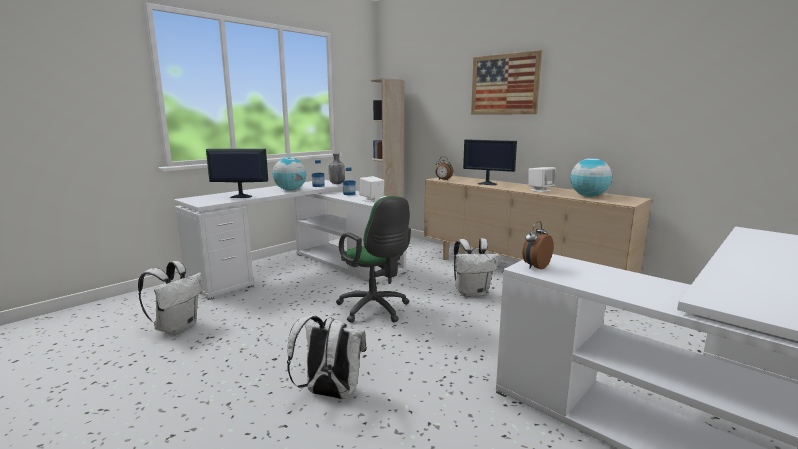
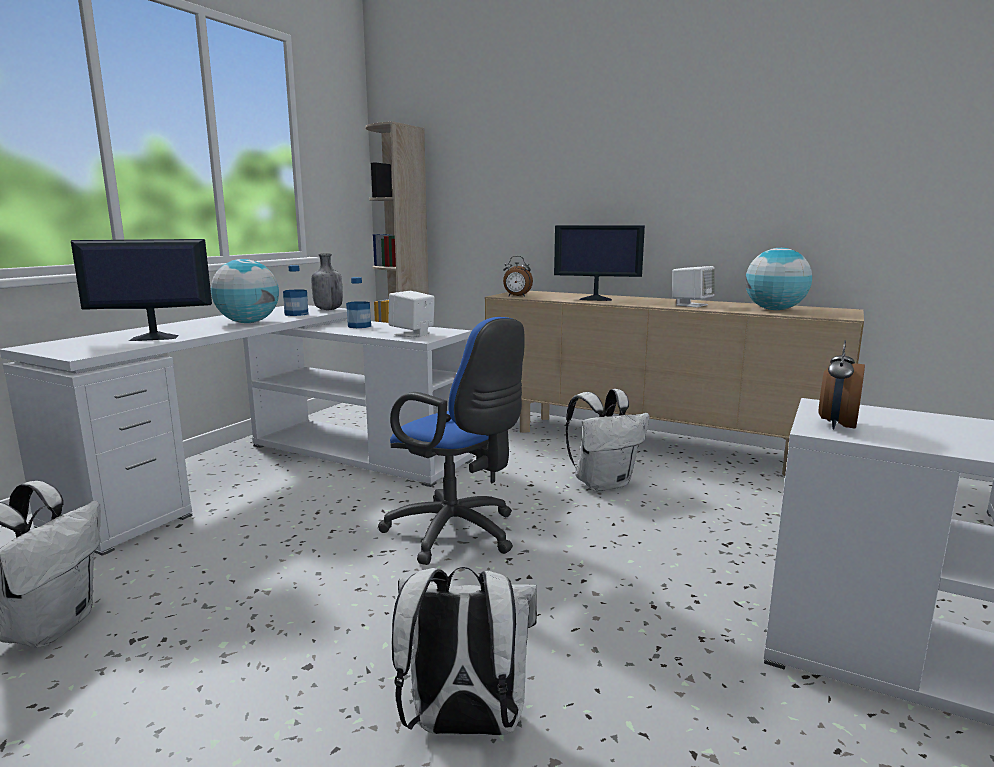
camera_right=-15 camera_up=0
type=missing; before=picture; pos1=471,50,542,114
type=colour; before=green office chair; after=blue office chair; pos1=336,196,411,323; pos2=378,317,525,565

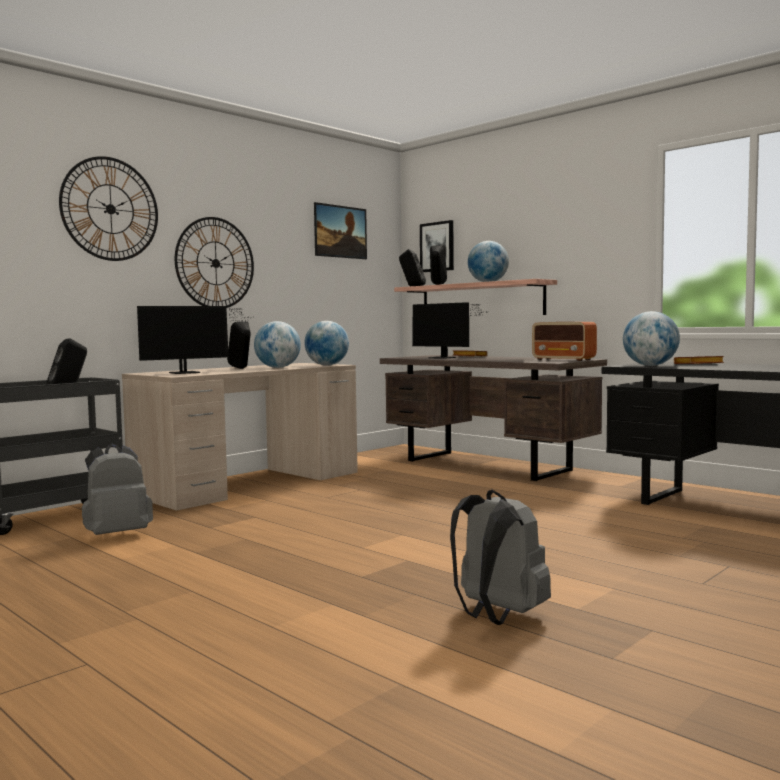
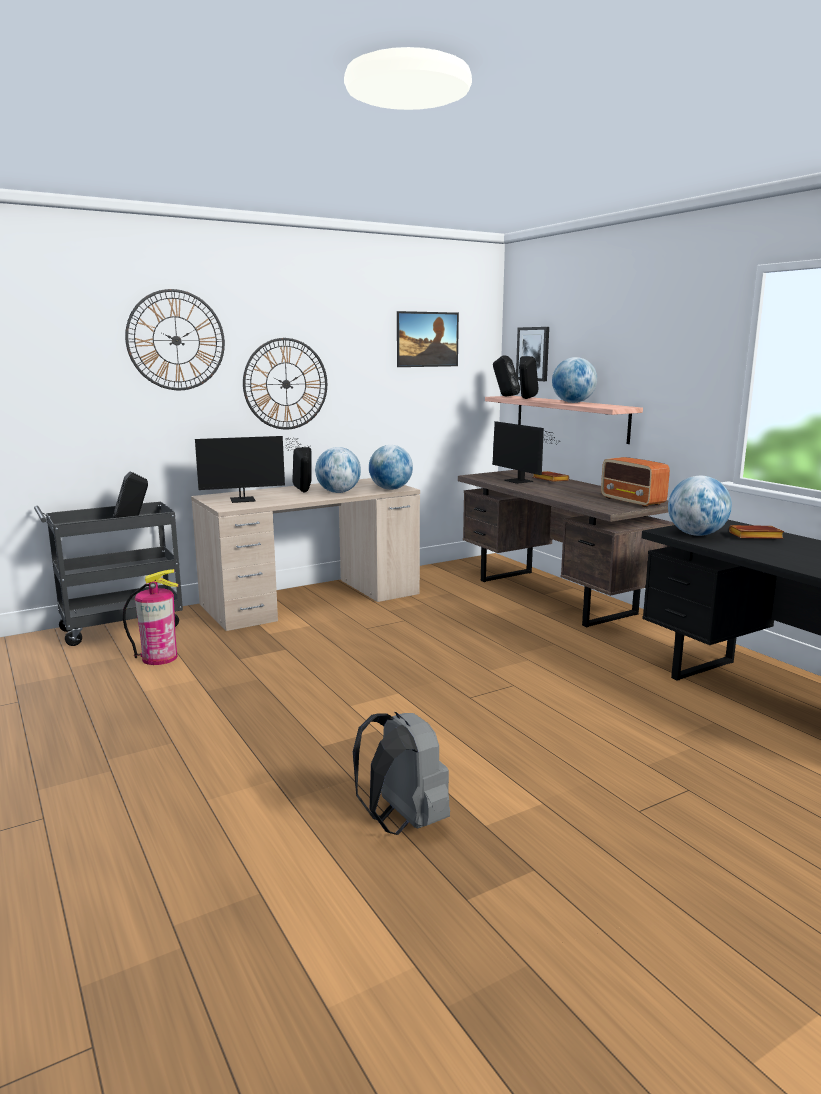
camera_right=15 camera_up=10
type=exchanged; before=grey backpack; after=fire extinguisher; pos1=82,444,153,535; pos2=123,569,178,665

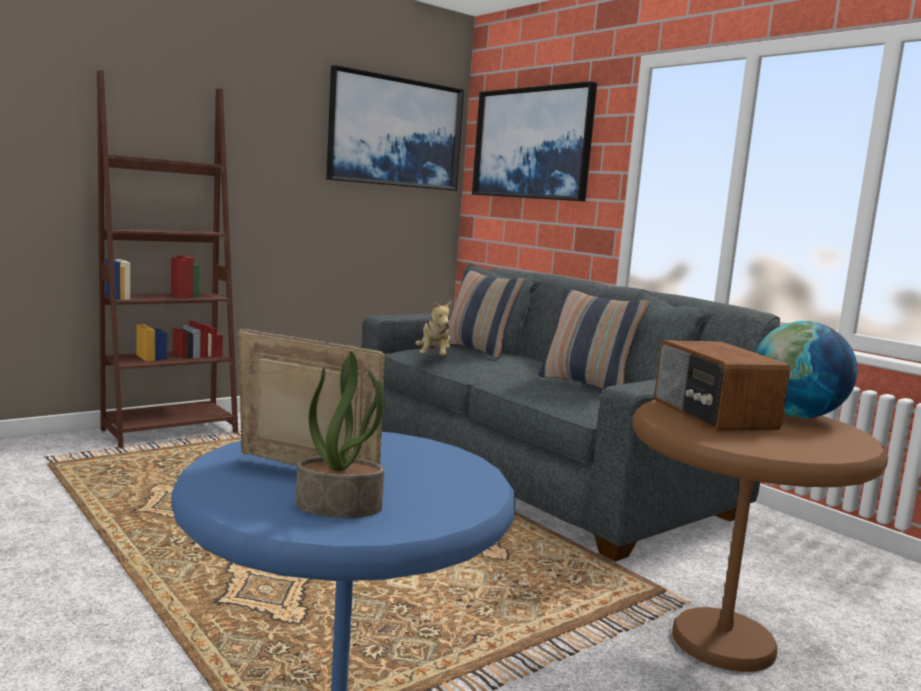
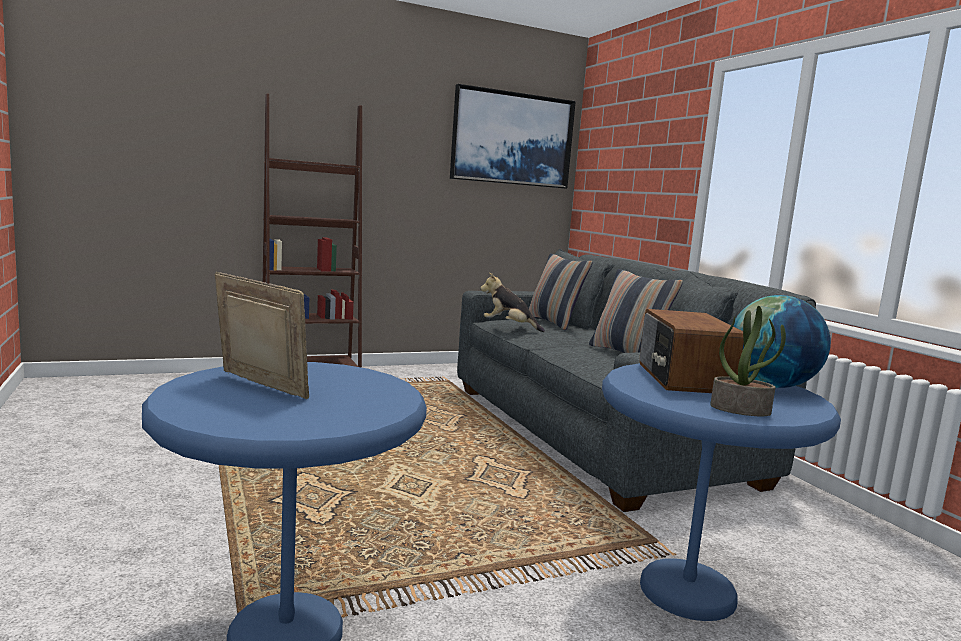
camera_right=15 camera_up=0
type=missing; before=picture; pos1=472,81,597,201
type=spun; before=plush toy; pos1=415,301,451,356; pos2=480,273,545,332; turn=105
type=relocated; before=potted plant; pos1=296,351,385,518; pos2=710,306,786,416
type=colour; before=brown side table; after=blue side table; pos1=632,400,888,672; pos2=602,363,841,621

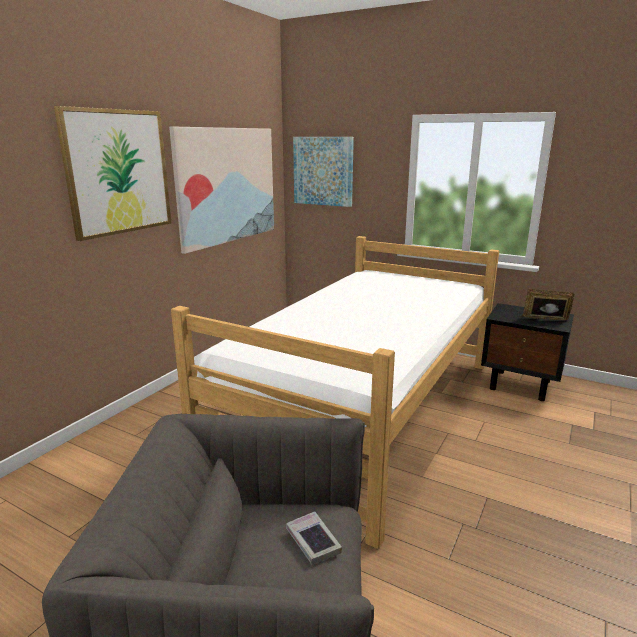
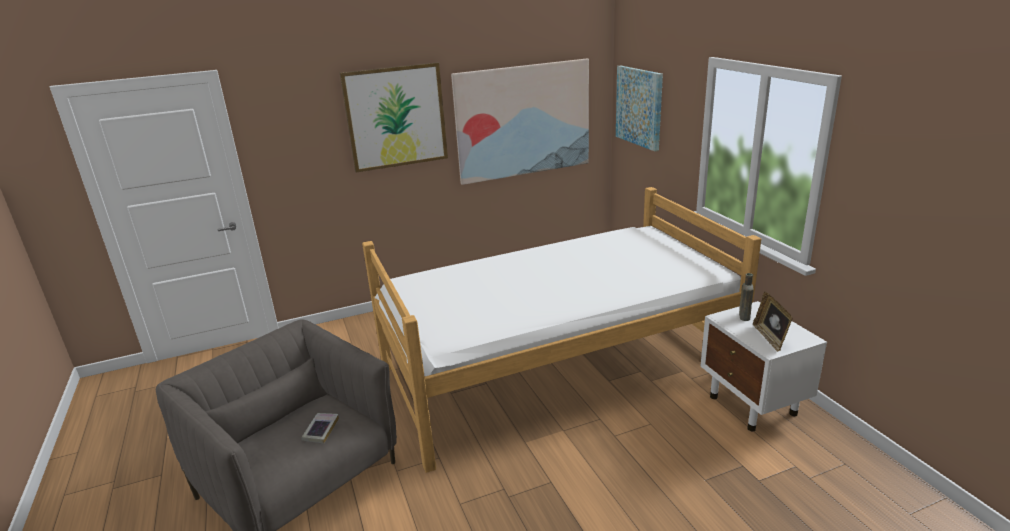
camera_right=40 camera_up=5
type=spun; before=picture frame; pos1=523,289,575,320; pos2=753,292,793,352; turn=-150
type=colour; before=black nightstand; after=white nightstand; pos1=481,303,574,401; pos2=701,301,827,432
type=appeared; after=brown bottle; pos2=739,273,754,321

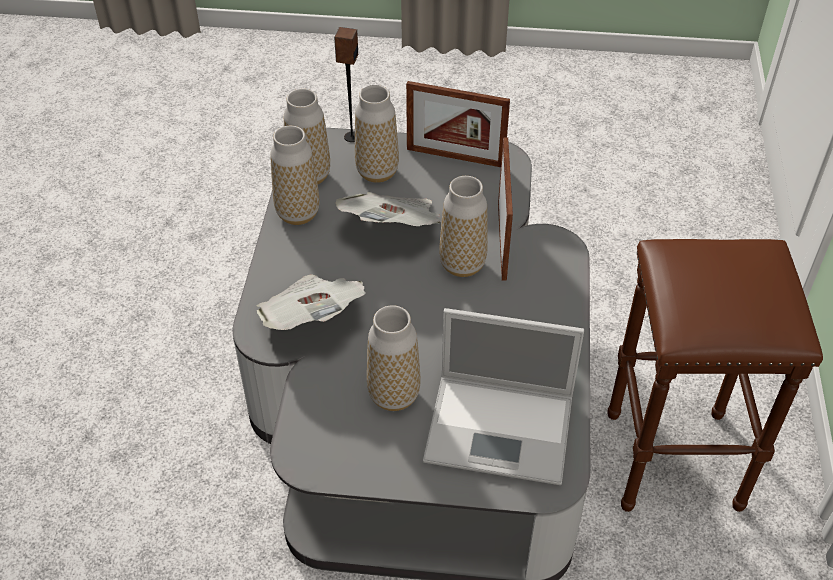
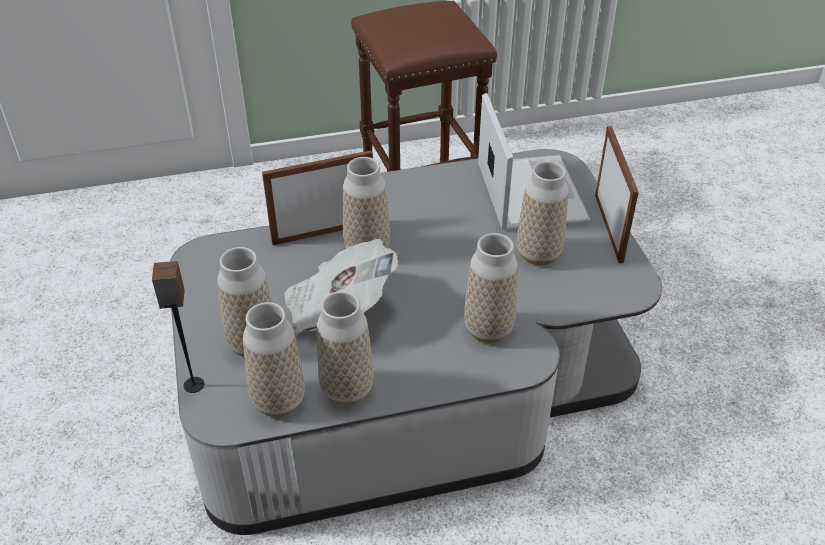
camera_right=-110 camera_up=-5
type=relocated; before=picture frame; pos1=406,81,510,167; pos2=595,126,639,263
type=exchanged; before=newspaper; after=vase; pos1=256,274,366,330; pos2=464,233,518,343

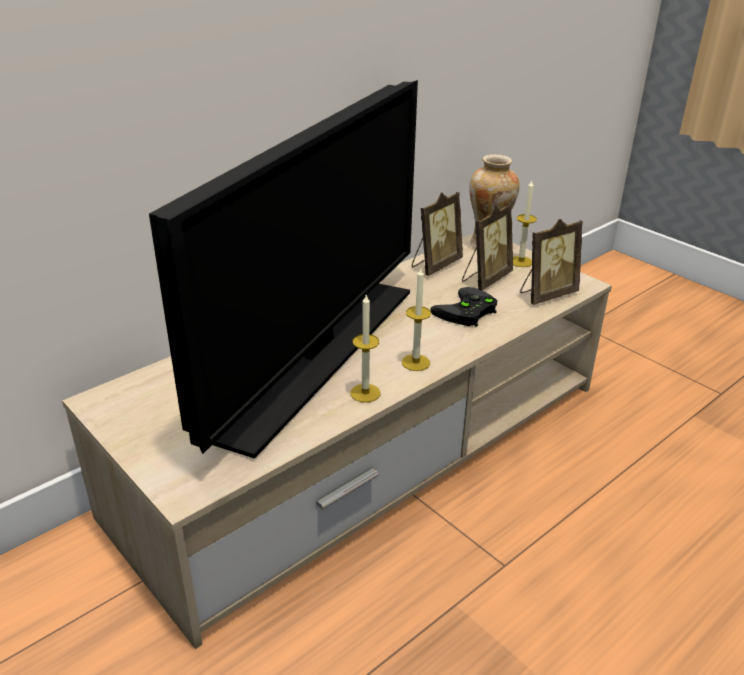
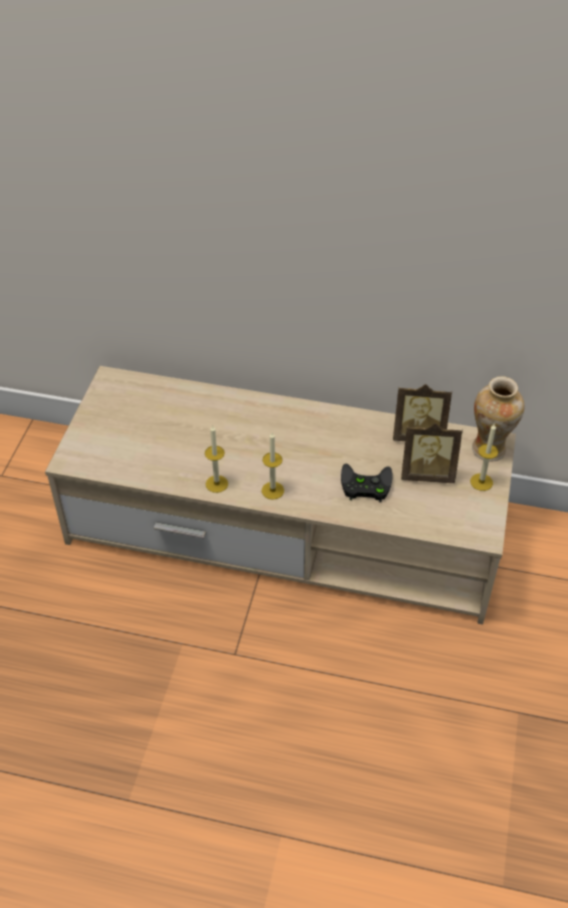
camera_right=55 camera_up=15
type=missing; before=television; pos1=149,80,418,459
type=missing; before=picture frame; pos1=520,219,583,305

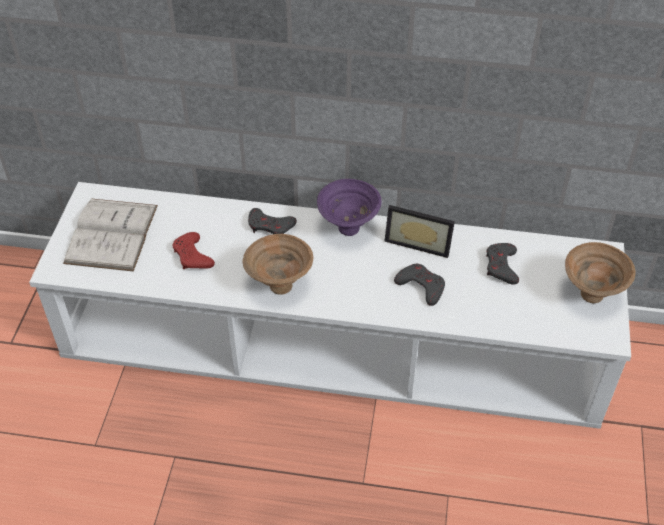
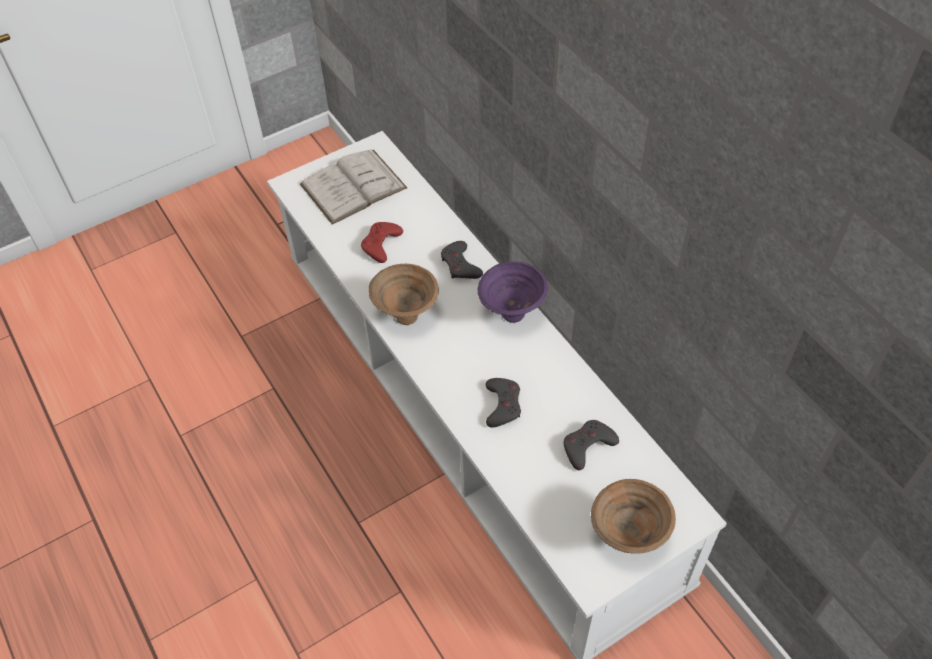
camera_right=50 camera_up=5
type=missing; before=picture frame; pos1=385,205,455,258

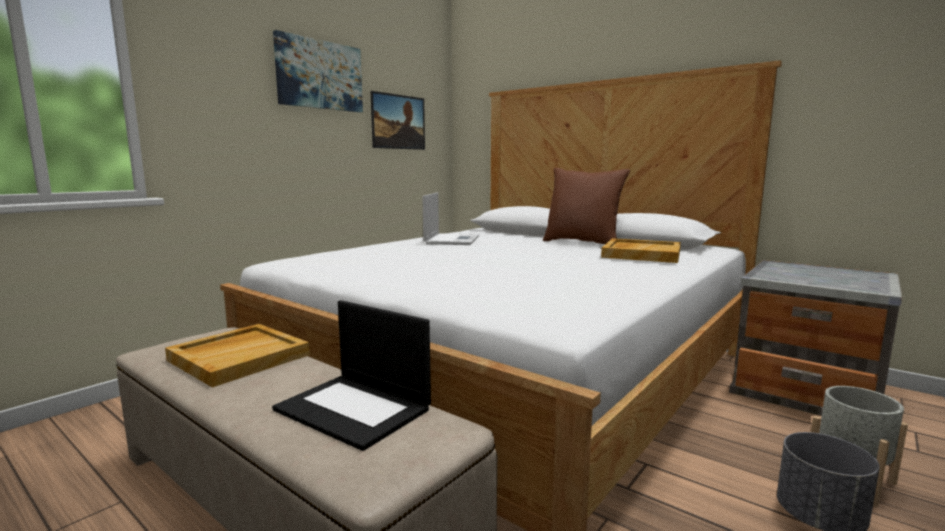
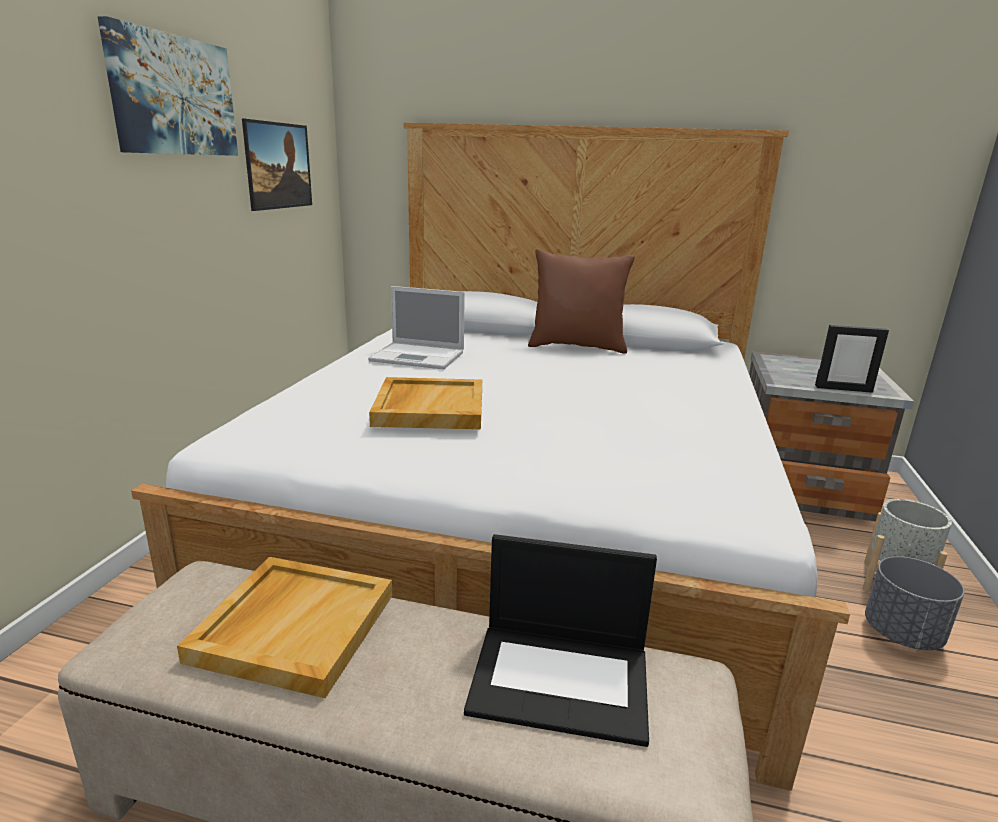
camera_right=-25 camera_up=10
type=spun; before=laptop; pos1=423,192,479,245; pos2=368,286,465,369; turn=120
type=relocated; before=beige tray; pos1=601,238,681,263; pos2=369,377,482,430
type=appeared; after=picture frame; pos2=815,325,889,393

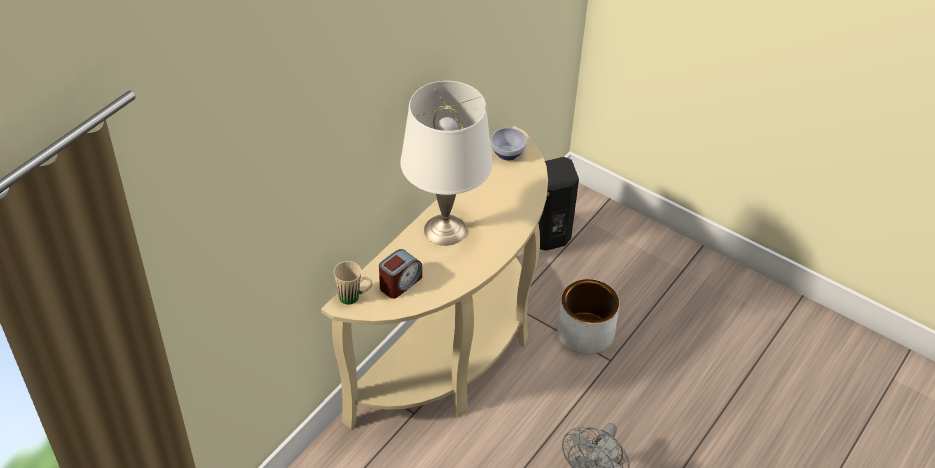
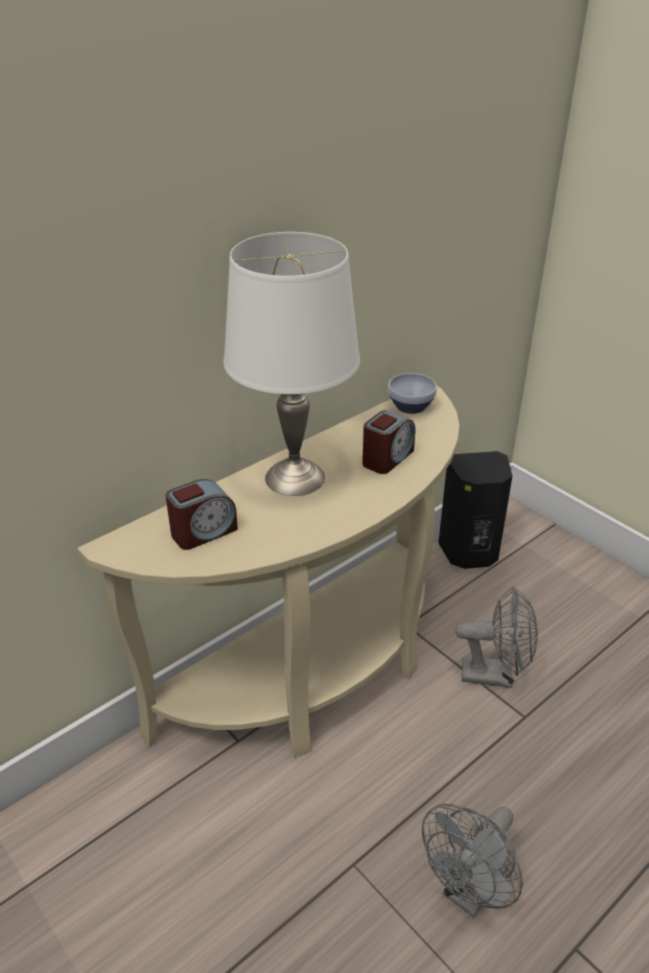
camera_right=15 camera_up=-10
type=missing; before=beige mug; pos1=334,261,373,304
type=exchanged; before=white planter; after=grey fan; pos1=557,279,620,355; pos2=455,586,538,688
type=appeared; after=alarm clock; pos2=362,410,415,474

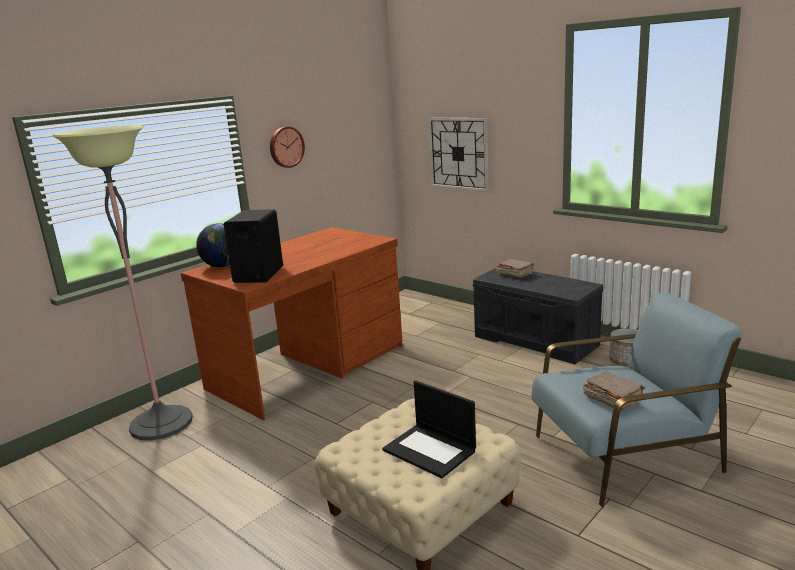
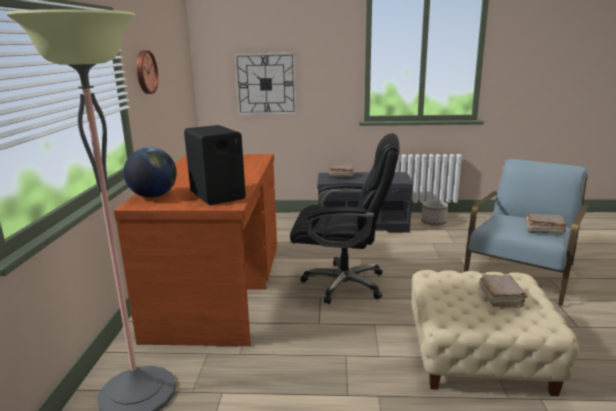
camera_right=-40 camera_up=0
type=exchanged; before=laptop; after=brown book; pos1=382,381,476,478; pos2=479,274,528,308
type=appeared; after=black office chair; pos2=290,133,399,304

